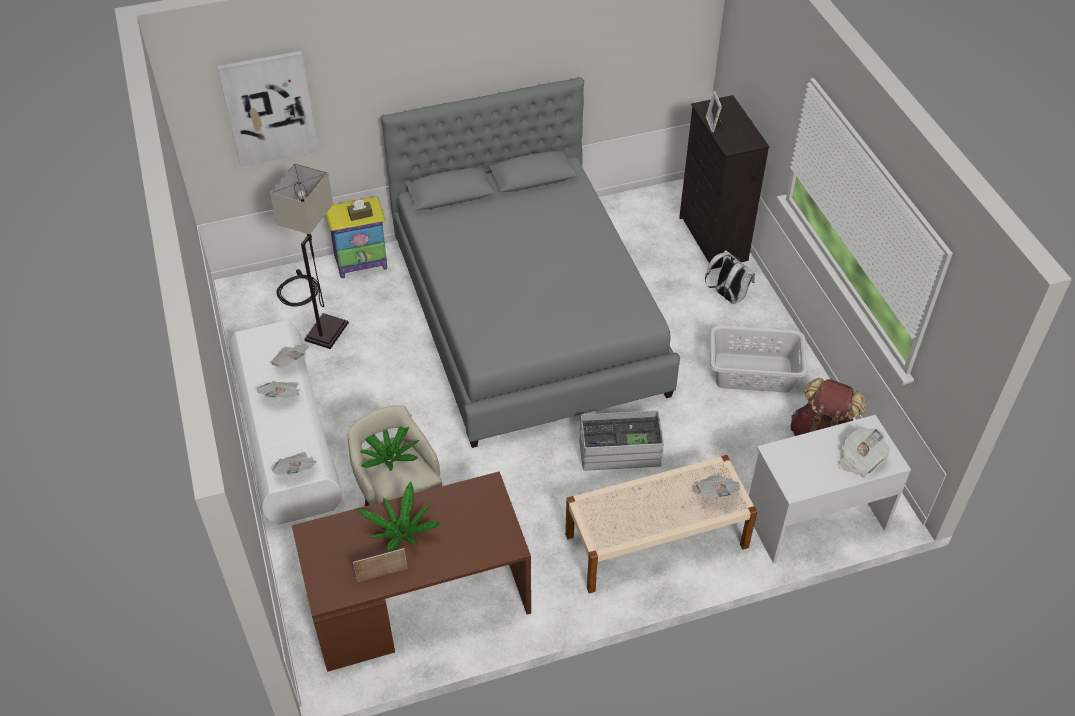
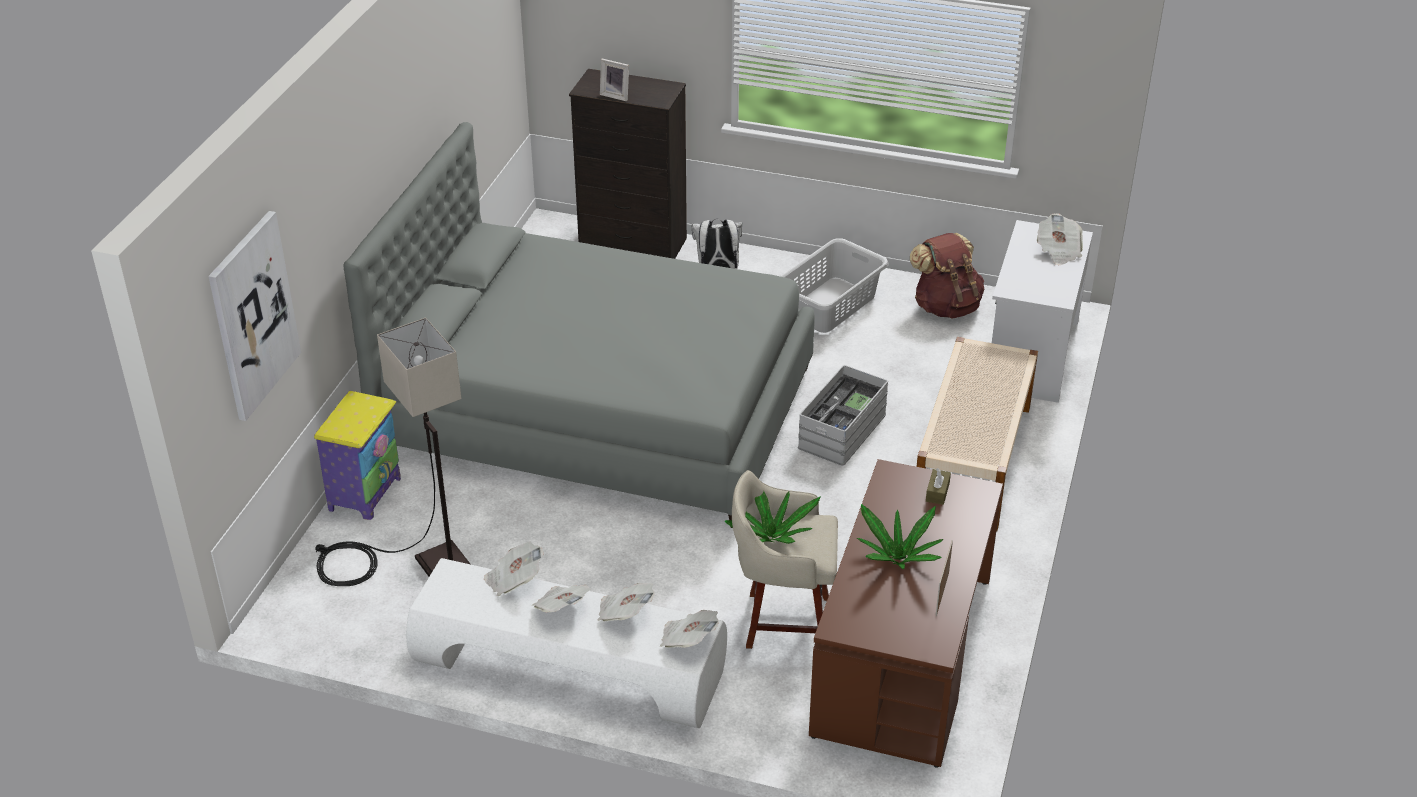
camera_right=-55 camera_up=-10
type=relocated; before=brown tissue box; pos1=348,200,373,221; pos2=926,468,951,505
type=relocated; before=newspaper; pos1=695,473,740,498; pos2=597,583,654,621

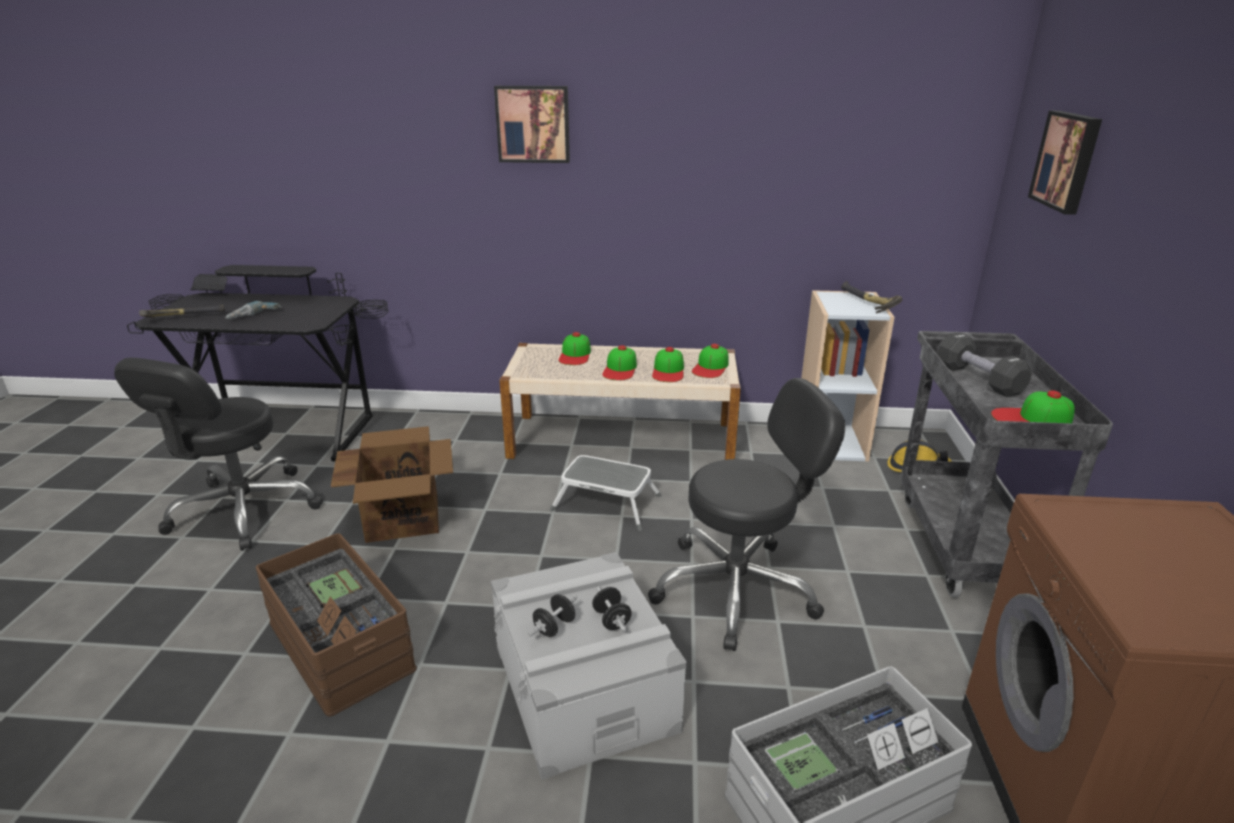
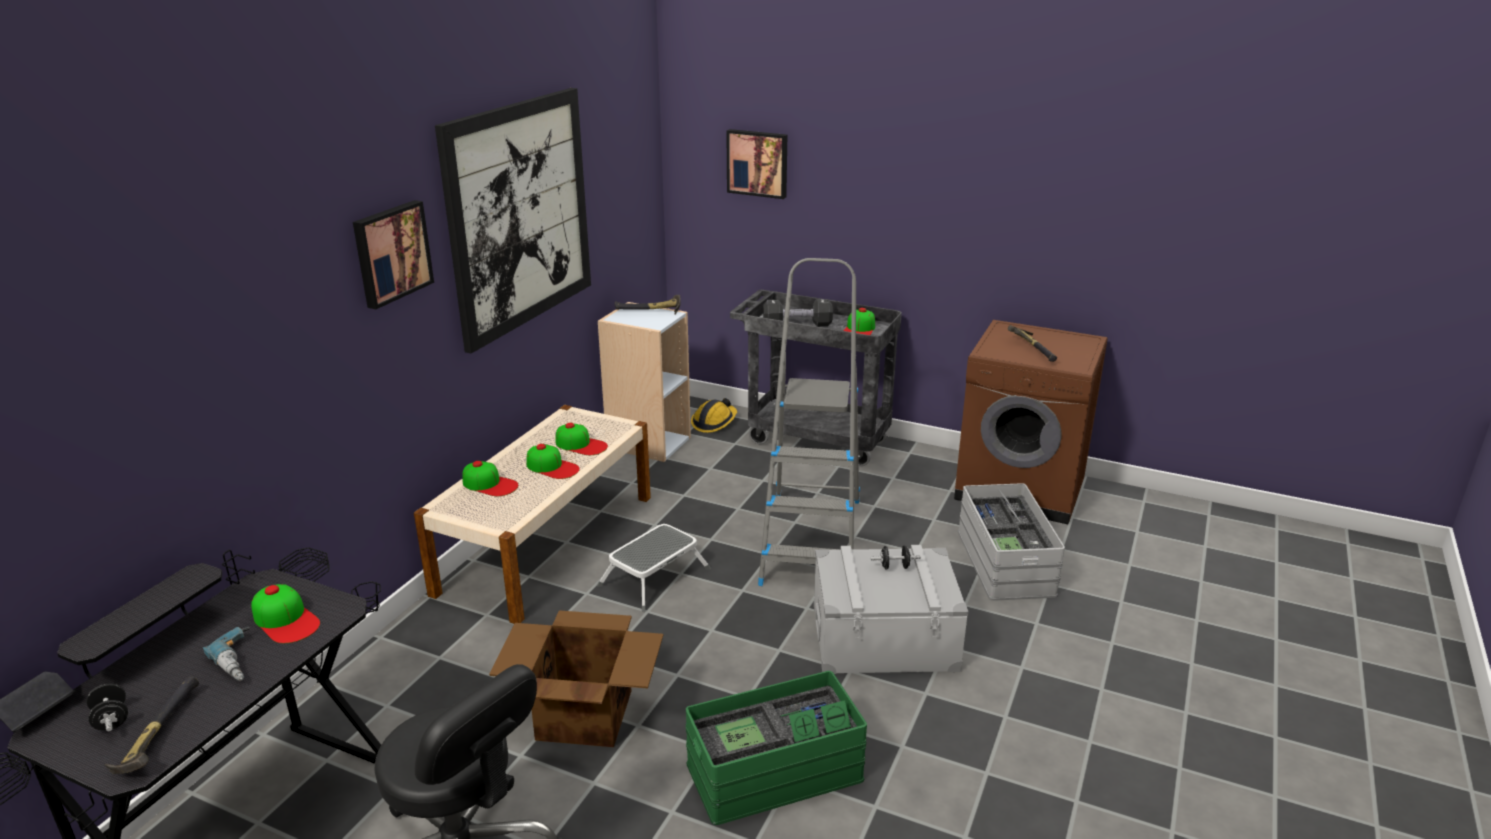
camera_right=-70 camera_up=0
type=relocated; before=cap; pos1=692,344,728,378; pos2=251,584,320,643
type=exchanged; before=black office chair; after=grey step ladder; pos1=648,378,845,651; pos2=758,258,860,586
type=colour; before=brown storage box; after=green storage box; pos1=256,534,417,717; pos2=686,671,867,825
type=relocated; before=black dumbbell; pos1=528,594,577,637; pos2=86,684,128,731
type=appeared; after=picture; pos2=435,88,591,354
type=appeared; after=hammer; pos2=1008,325,1057,362

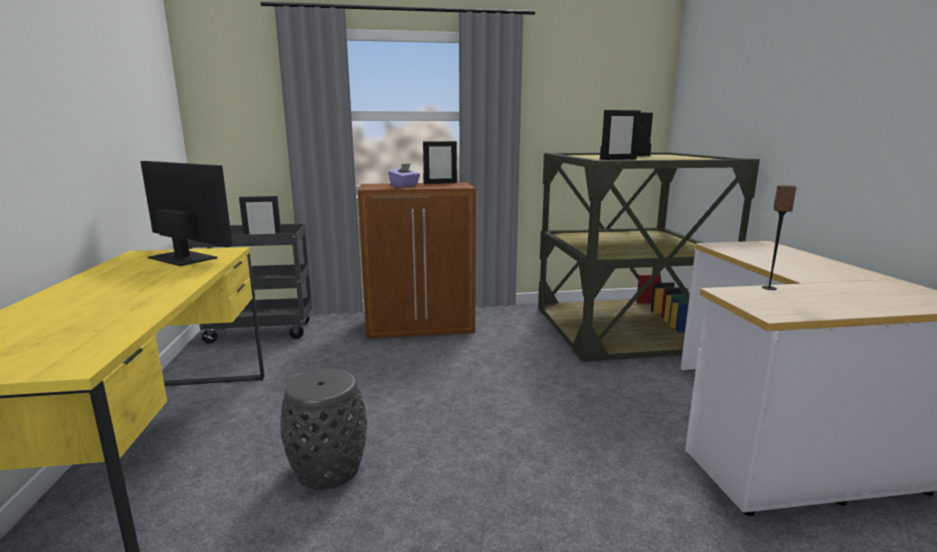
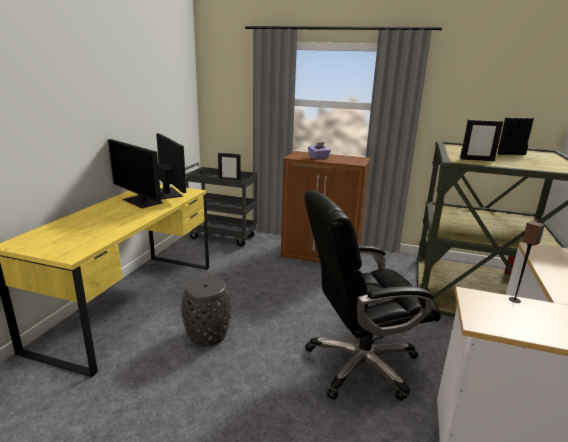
camera_right=25 camera_up=5
type=missing; before=picture frame; pos1=423,141,457,184
type=appeared; after=monitor; pos2=108,139,163,208
type=appeared; after=black office chair; pos2=304,190,441,401

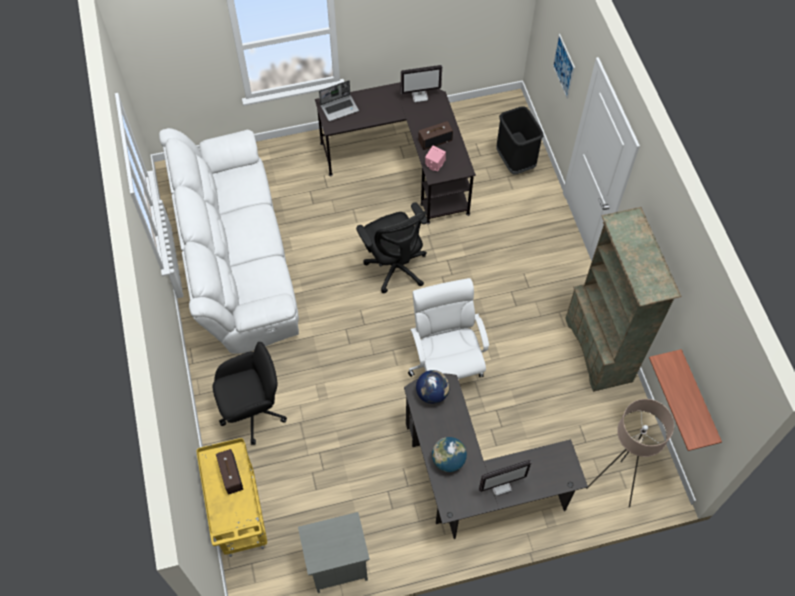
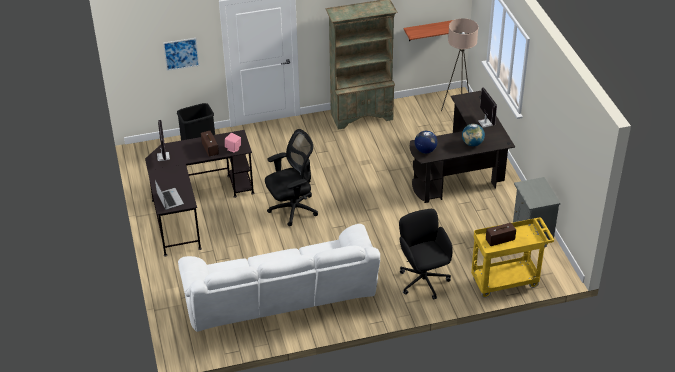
camera_right=-90 camera_up=-20
type=missing; before=white office chair; pos1=408,278,489,379

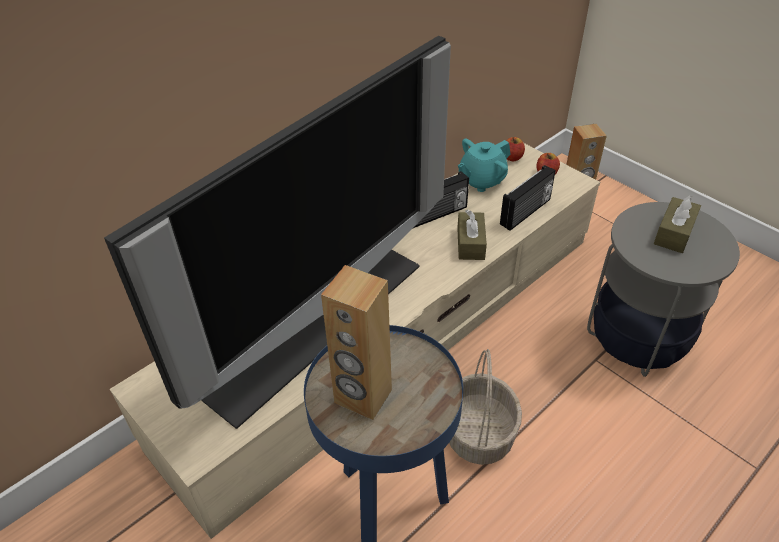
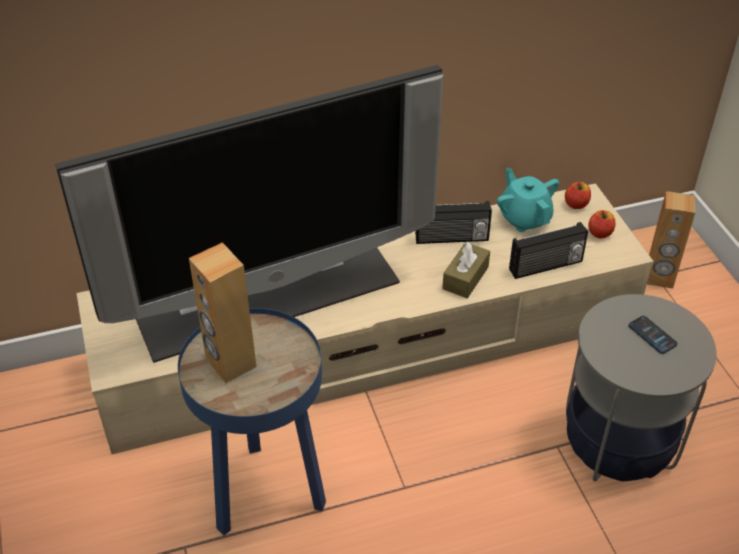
camera_right=25 camera_up=0
type=spun; before=turquoise teapot; pos1=458,139,510,192; pos2=497,168,559,232; turn=75
type=exchanged; before=brown tissue box; after=phone; pos1=654,195,701,253; pos2=629,316,678,354
type=missing; before=basket; pos1=449,349,522,465

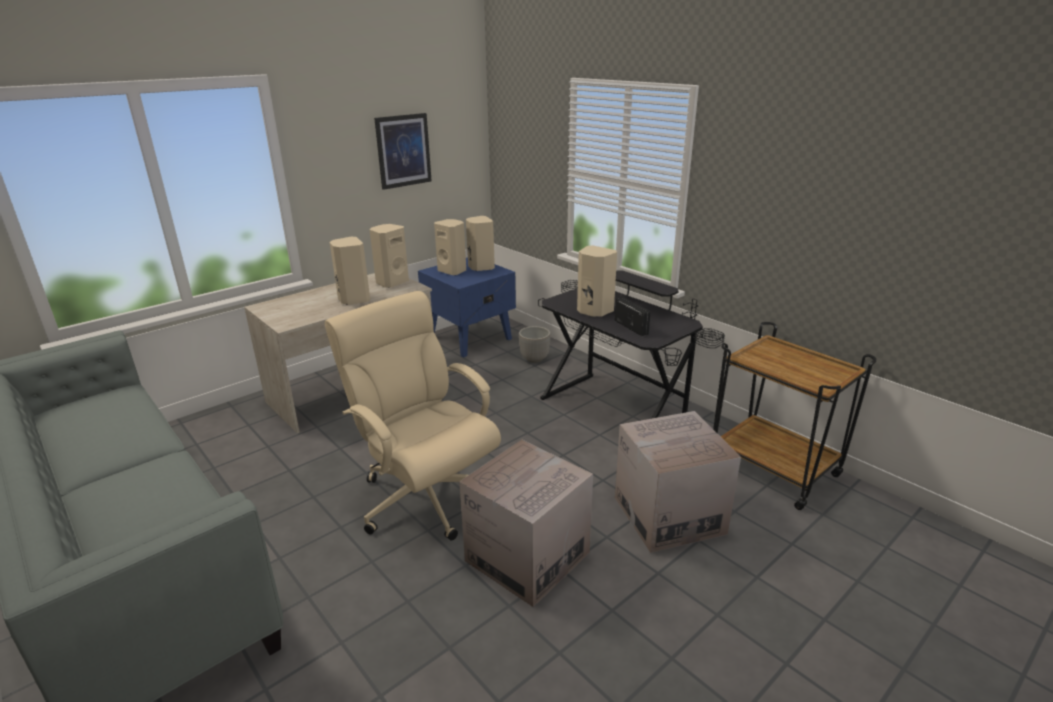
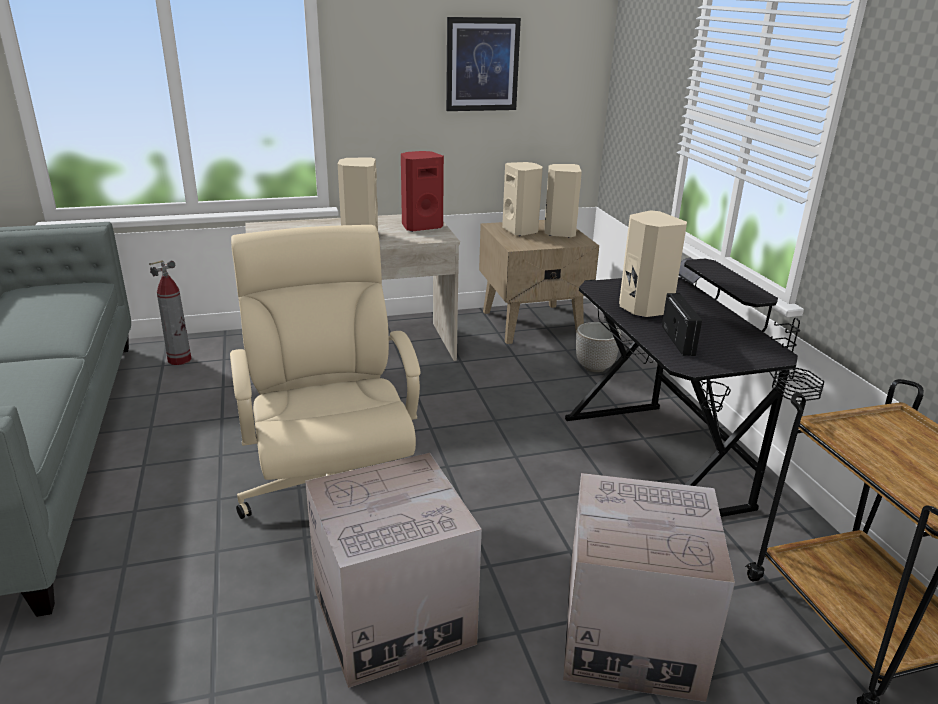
camera_right=25 camera_up=0
type=colour; before=beige speaker; after=red speaker; pos1=369,224,409,288; pos2=401,151,444,232
type=colour; before=blue nightstand; after=beige nightstand; pos1=418,257,516,358; pos2=479,220,599,344
type=appeared; after=fire extinguisher; pos2=149,260,192,365

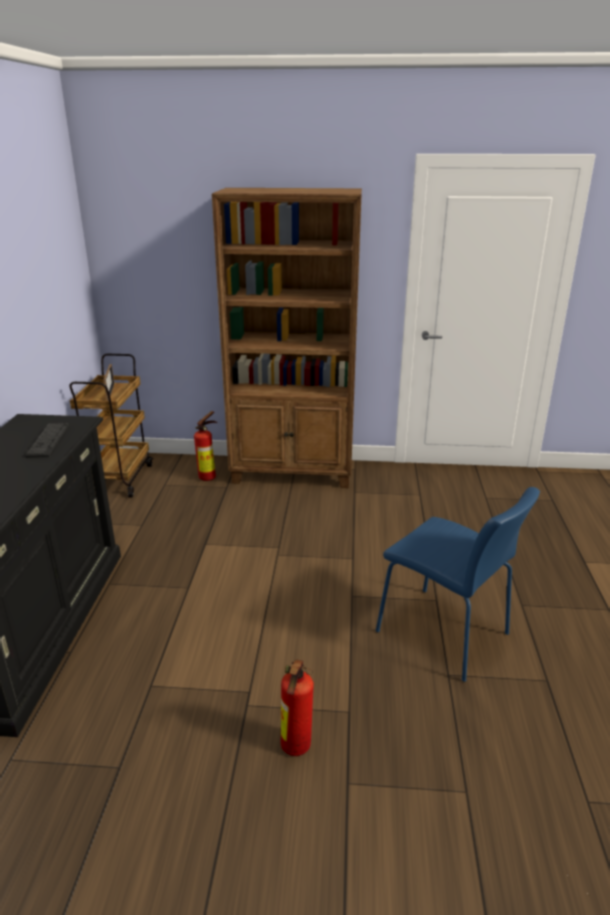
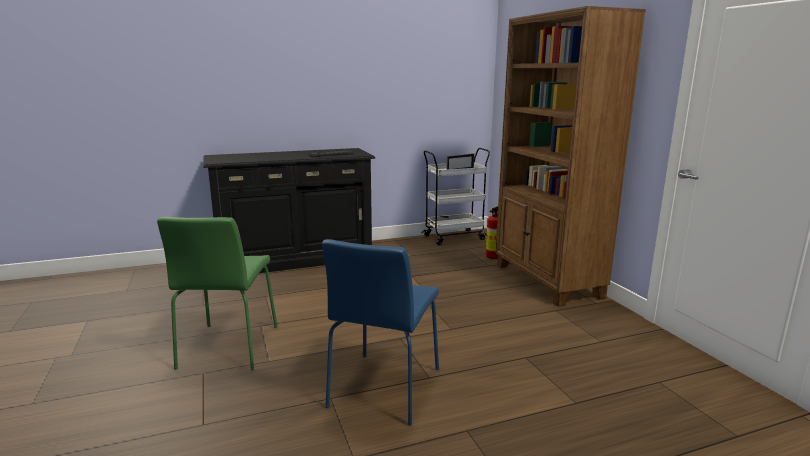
camera_right=65 camera_up=-10
type=colour; before=brown cart; after=white cart; pos1=69,354,153,498; pos2=421,148,490,246
type=exchanged; before=fire extinguisher; after=green chair; pos1=280,659,314,756; pos2=157,217,278,371

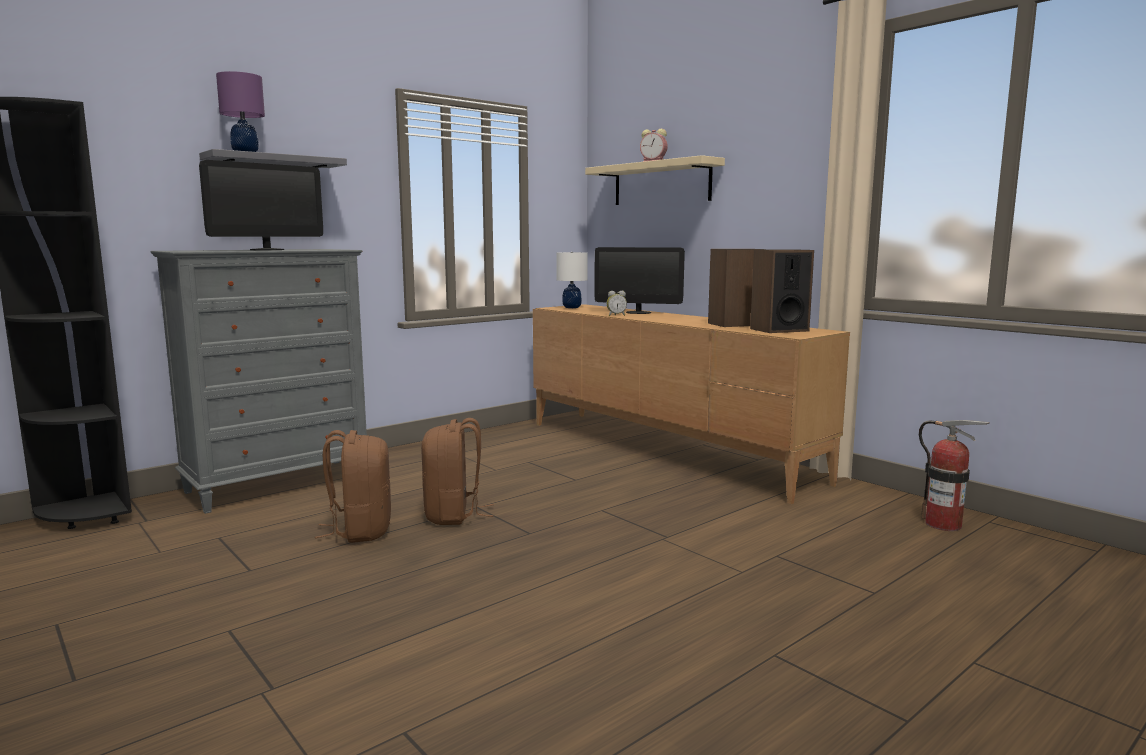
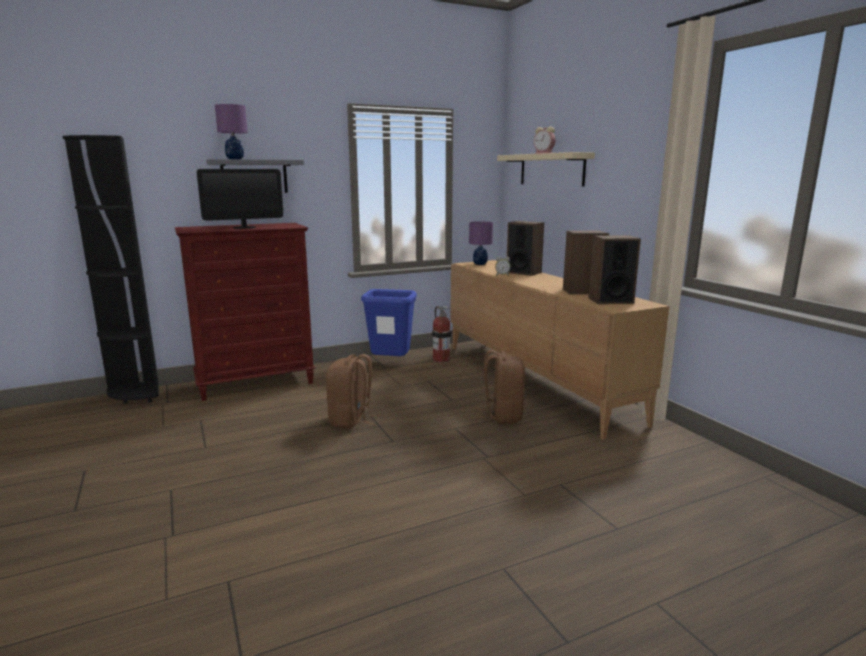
camera_right=15 camera_up=5
type=exchanged; before=monitor; after=speaker; pos1=594,247,685,314; pos2=507,221,544,276
type=colour; before=grey dresser; after=red dresser; pos1=150,249,367,514; pos2=175,223,316,401
type=colour; before=white table lamp; after=purple table lamp; pos1=556,252,587,308; pos2=469,221,493,265
type=relocated; before=fire extinguisher; pos1=919,420,990,531; pos2=432,306,451,363
type=relocated; before=brown backpack; pos1=315,430,391,543; pos2=475,350,525,424
type=appeared; after=blue trash can; pos2=361,289,417,356

